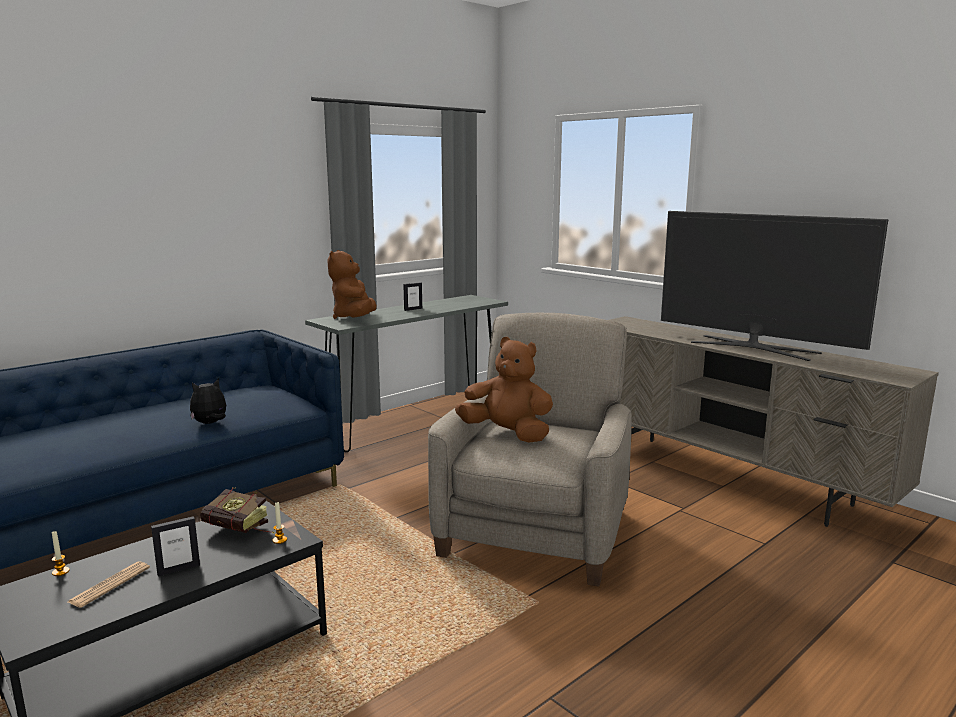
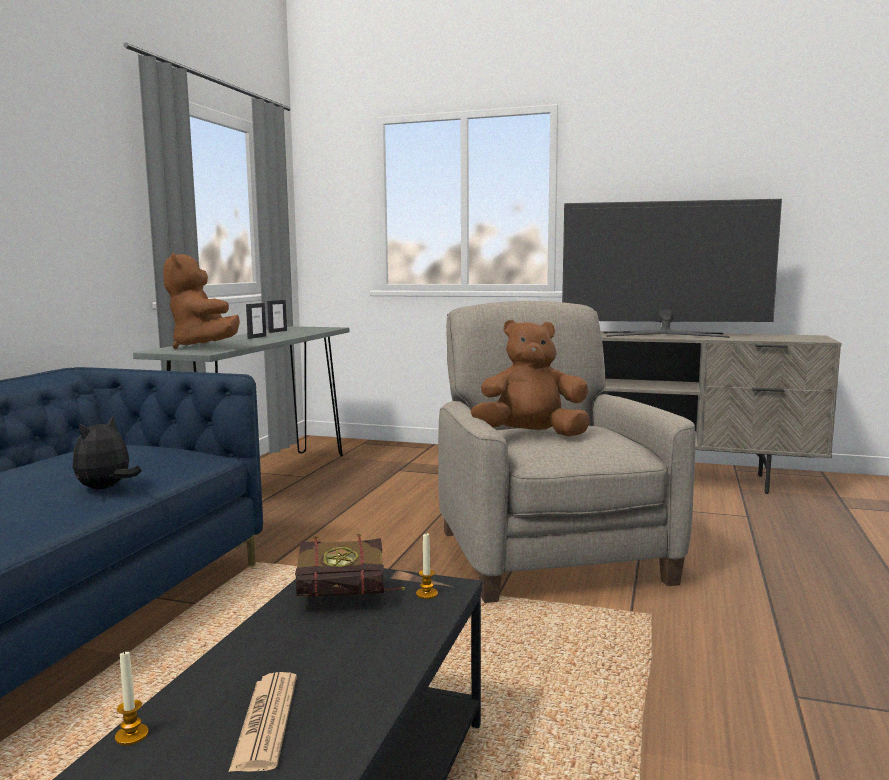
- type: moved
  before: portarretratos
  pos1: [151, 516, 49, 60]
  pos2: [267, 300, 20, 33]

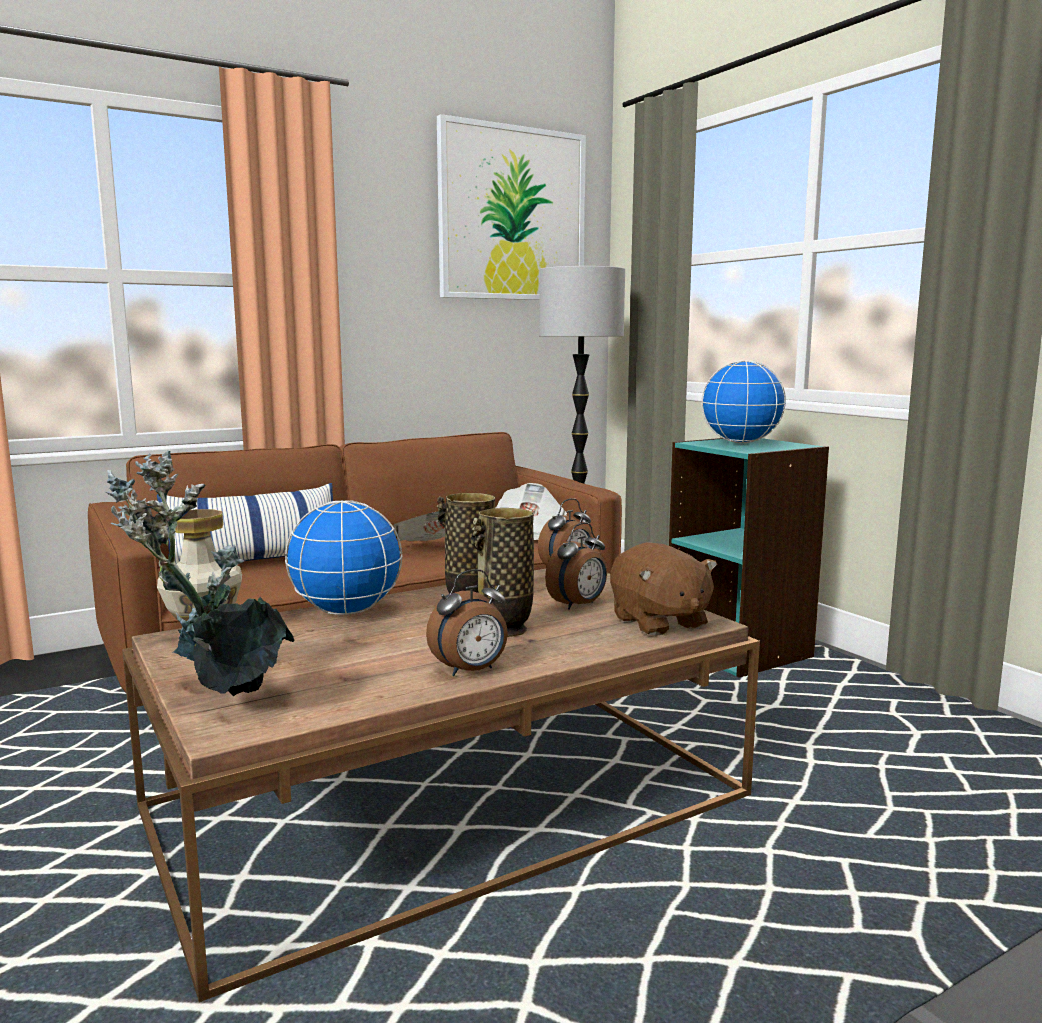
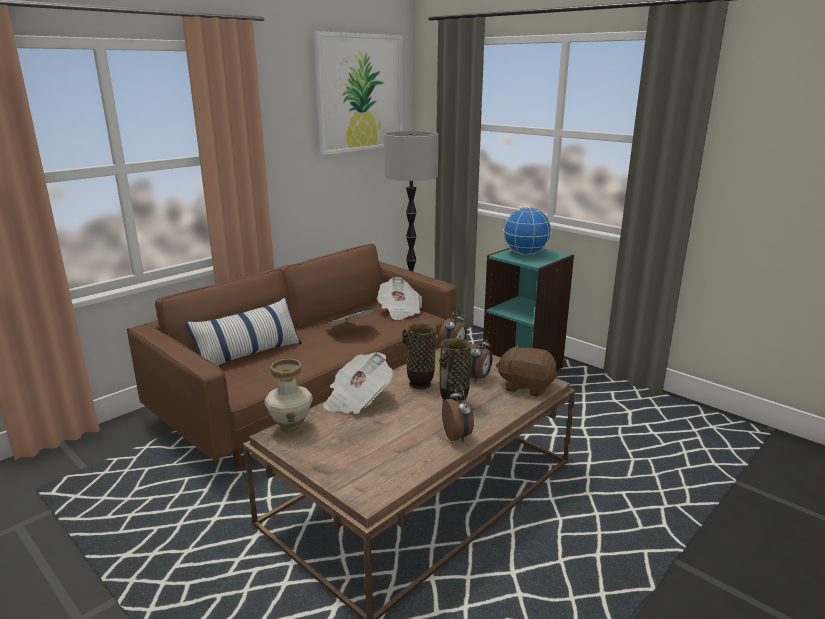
- type: removed
  before: planta en maceta
  pos1: [105, 451, 189, 245]
- type: replaced
  before: globo terráqueo
  after: periódico
  pos1: [285, 500, 117, 115]
  pos2: [323, 352, 70, 62]
- type: turned
  before: despertador
  pos1: [426, 569, 82, 107]
  pos2: [442, 386, 32, 56]
  turn: -60
- type: turned
  before: peluche [marrón]
  pos1: [610, 542, 107, 94]
  pos2: [496, 344, 61, 53]
  turn: 150

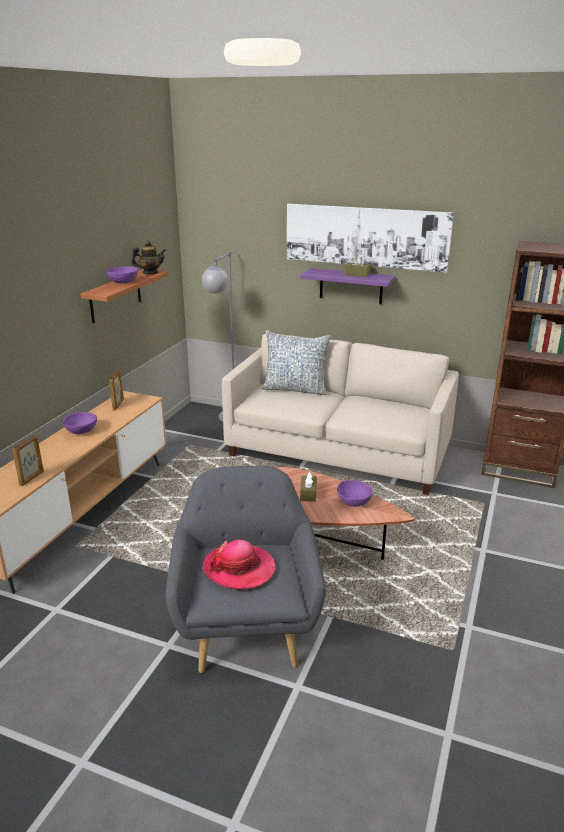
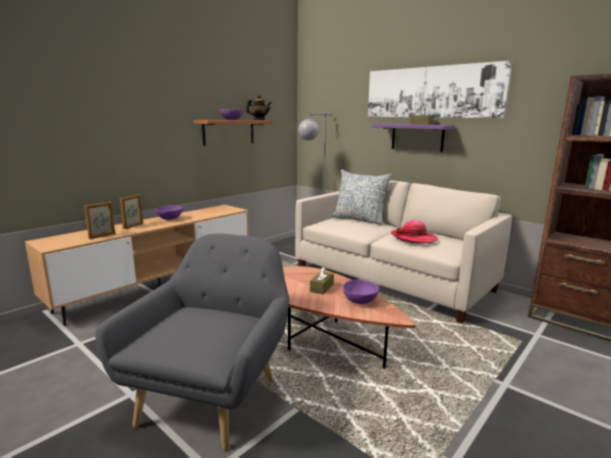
- type: moved
  before: portarretratos
  pos1: [109, 370, 15, 40]
  pos2: [120, 194, 23, 35]
- type: moved
  before: sombrero
  pos1: [202, 540, 73, 50]
  pos2: [391, 220, 47, 23]

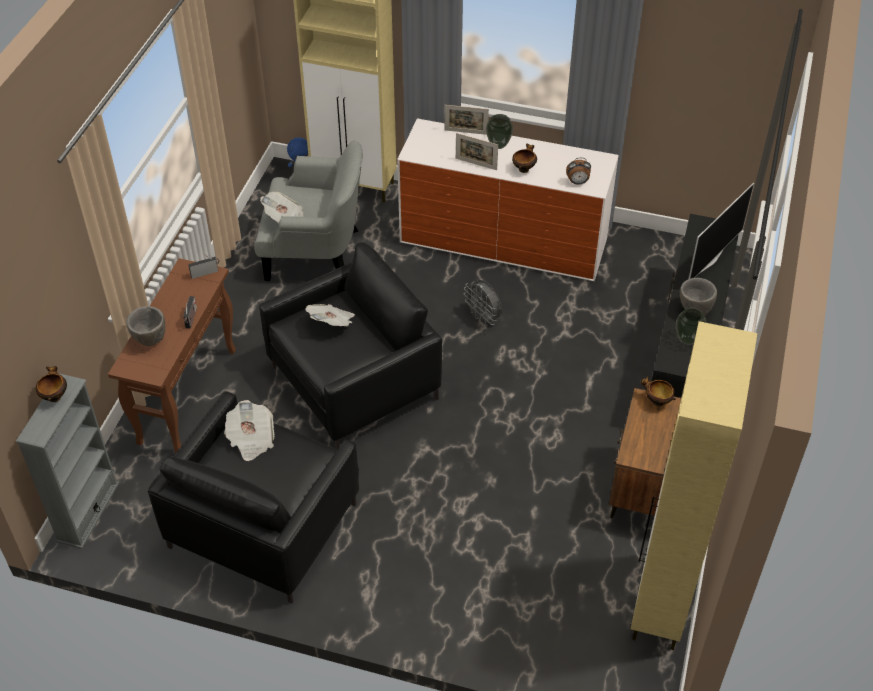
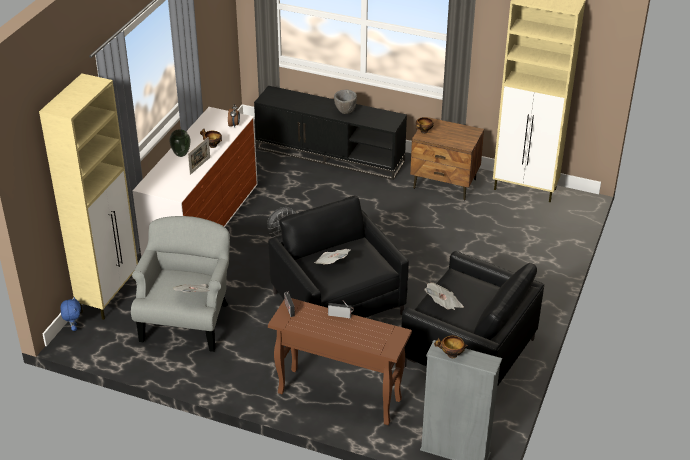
- type: removed
  before: cuenco [gris]
  pos1: [126, 306, 39, 40]
- type: removed
  before: portarretratos
  pos1: [444, 105, 45, 30]
- type: removed
  before: florero
  pos1: [676, 308, 30, 37]
- type: removed
  before: televisor
  pos1: [689, 182, 65, 97]

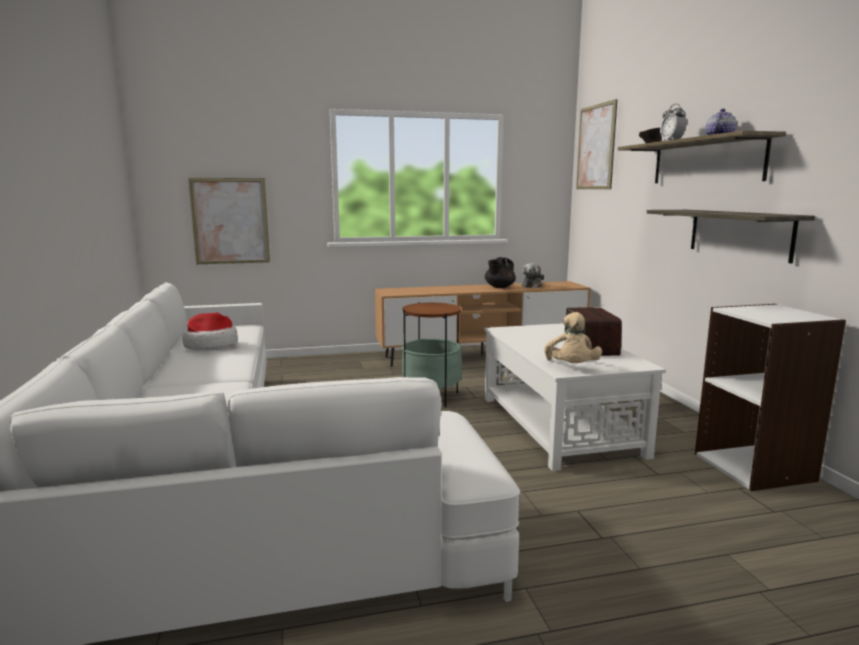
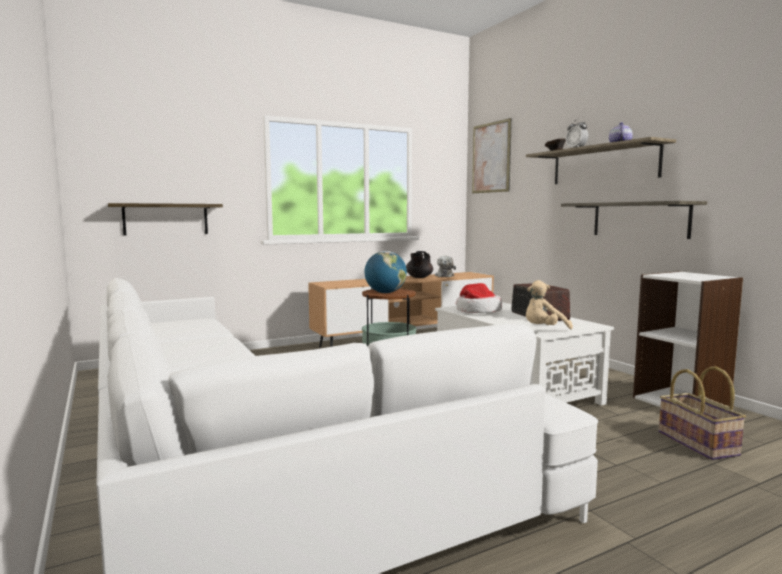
- type: moved
  before: sombrero
  pos1: [182, 312, 56, 37]
  pos2: [456, 283, 46, 30]
- type: replaced
  before: cuadro
  after: estante
  pos1: [188, 178, 82, 86]
  pos2: [108, 203, 115, 33]
- type: turned
  before: peluche [beis]
  pos1: [544, 312, 58, 51]
  pos2: [526, 280, 47, 49]
  turn: 75
- type: added
  after: globo terráqueo
  pos2: [364, 251, 43, 42]
- type: added
  after: cesta
  pos2: [659, 366, 87, 94]

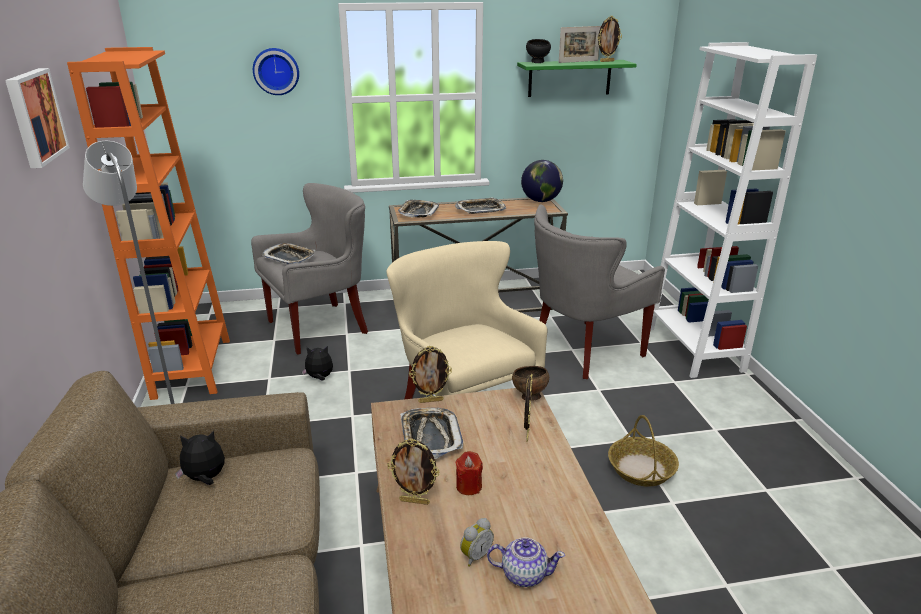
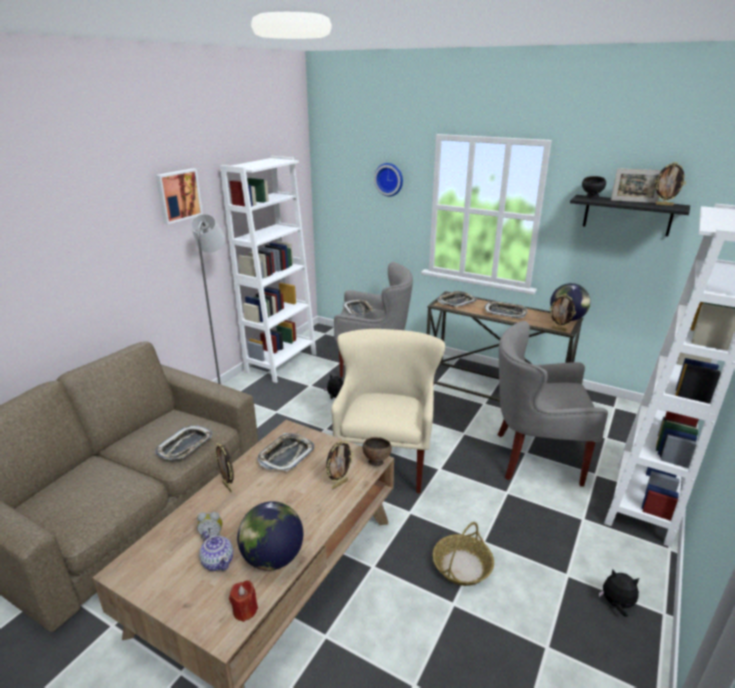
- type: recoloured
  before: estantería [naranja]
  after: estantería [blanco]
  pos1: [67, 47, 163, 353]
  pos2: [220, 156, 96, 227]
- type: moved
  before: peluche
  pos1: [175, 431, 50, 54]
  pos2: [599, 570, 40, 47]
- type: moved
  before: portarretratos
  pos1: [409, 346, 43, 57]
  pos2: [549, 294, 27, 37]
- type: moved
  before: vela [rojo]
  pos1: [456, 451, 27, 44]
  pos2: [229, 580, 29, 42]
- type: recoloured
  before: estante [verde]
  after: estante [negro]
  pos1: [517, 60, 120, 37]
  pos2: [570, 195, 120, 41]
- type: added
  after: bandeja
  pos2: [155, 425, 58, 35]
- type: added
  after: globo terráqueo
  pos2: [237, 501, 66, 70]

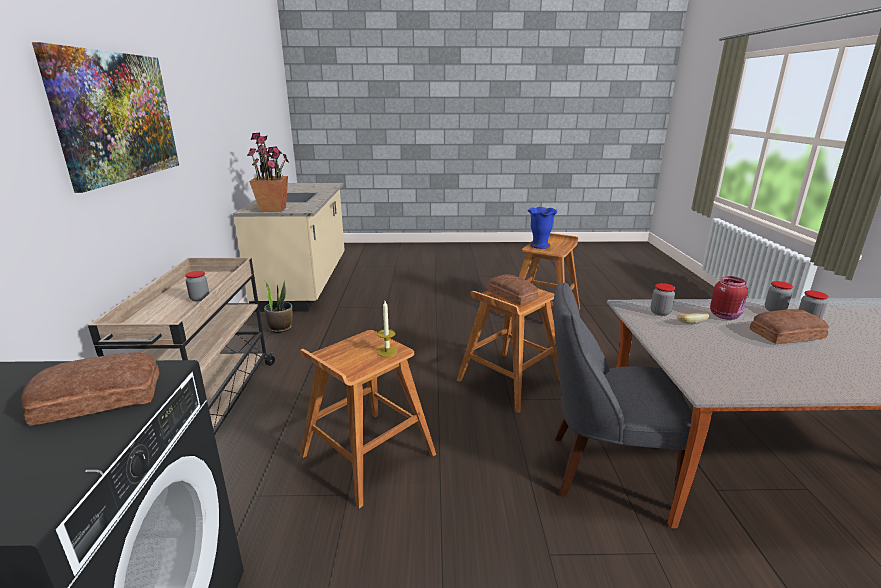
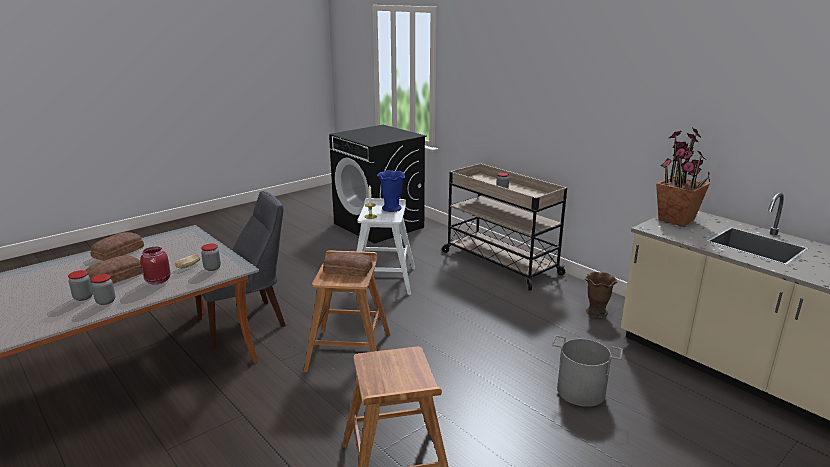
- type: moved
  before: pan
  pos1: [21, 352, 139, 74]
  pos2: [90, 232, 54, 29]
- type: removed
  before: cuadro
  pos1: [32, 42, 147, 151]
- type: replaced
  before: planta en maceta
  after: florero [marrón]
  pos1: [264, 281, 28, 52]
  pos2: [585, 272, 33, 46]
- type: recoloured
  before: taburete [marrón]
  after: taburete [blanco]
  pos1: [300, 330, 136, 178]
  pos2: [349, 198, 66, 97]
- type: moved
  before: florero [azul]
  pos1: [528, 207, 29, 42]
  pos2: [377, 170, 28, 42]
- type: added
  after: cubo [gris]
  pos2: [552, 335, 71, 72]

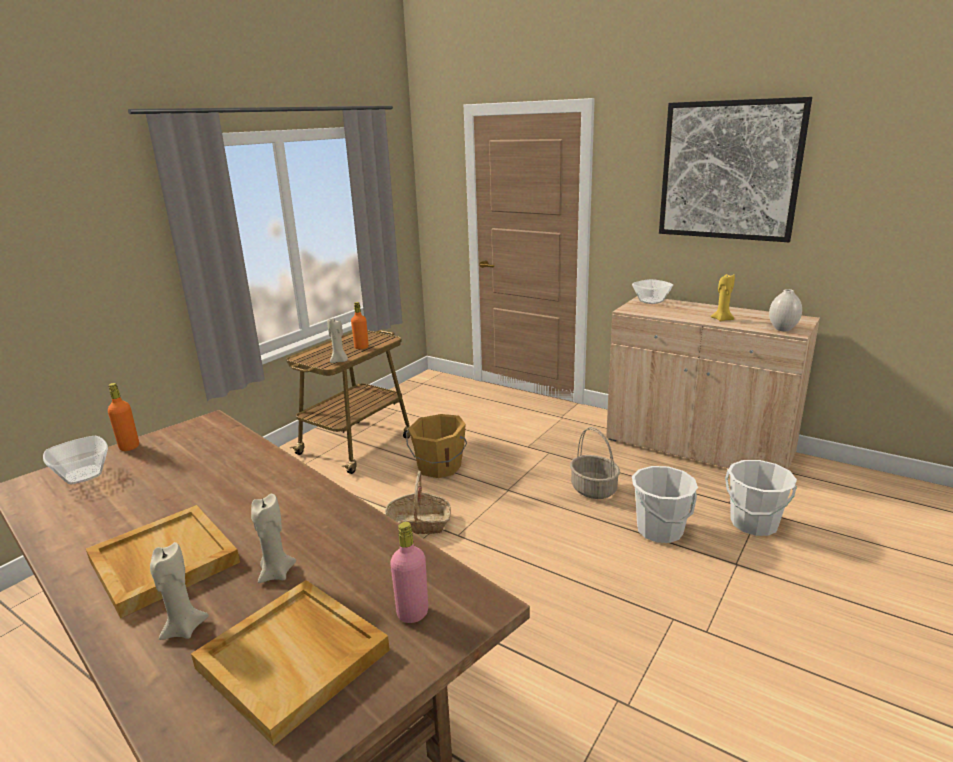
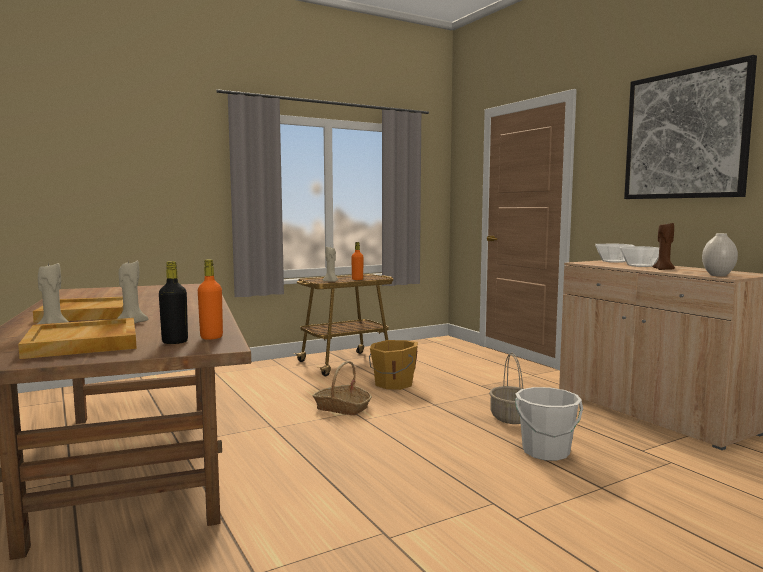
- type: moved
  before: cuenco
  pos1: [43, 436, 65, 49]
  pos2: [620, 246, 39, 21]
- type: moved
  before: botella [naranja]
  pos1: [108, 383, 31, 68]
  pos2: [198, 259, 25, 80]
- type: recoloured
  before: botella [rosa]
  after: botella [negro]
  pos1: [390, 522, 38, 101]
  pos2: [159, 261, 29, 83]
- type: recoloured
  before: vela [amarillo]
  after: vela [marrón]
  pos1: [710, 273, 25, 49]
  pos2: [652, 222, 23, 48]
- type: removed
  before: cubo [blanco]
  pos1: [725, 460, 72, 76]

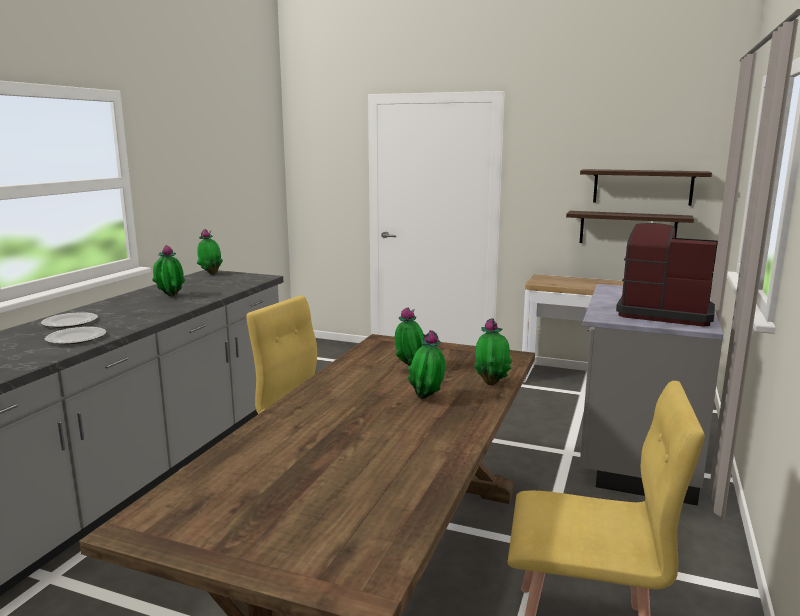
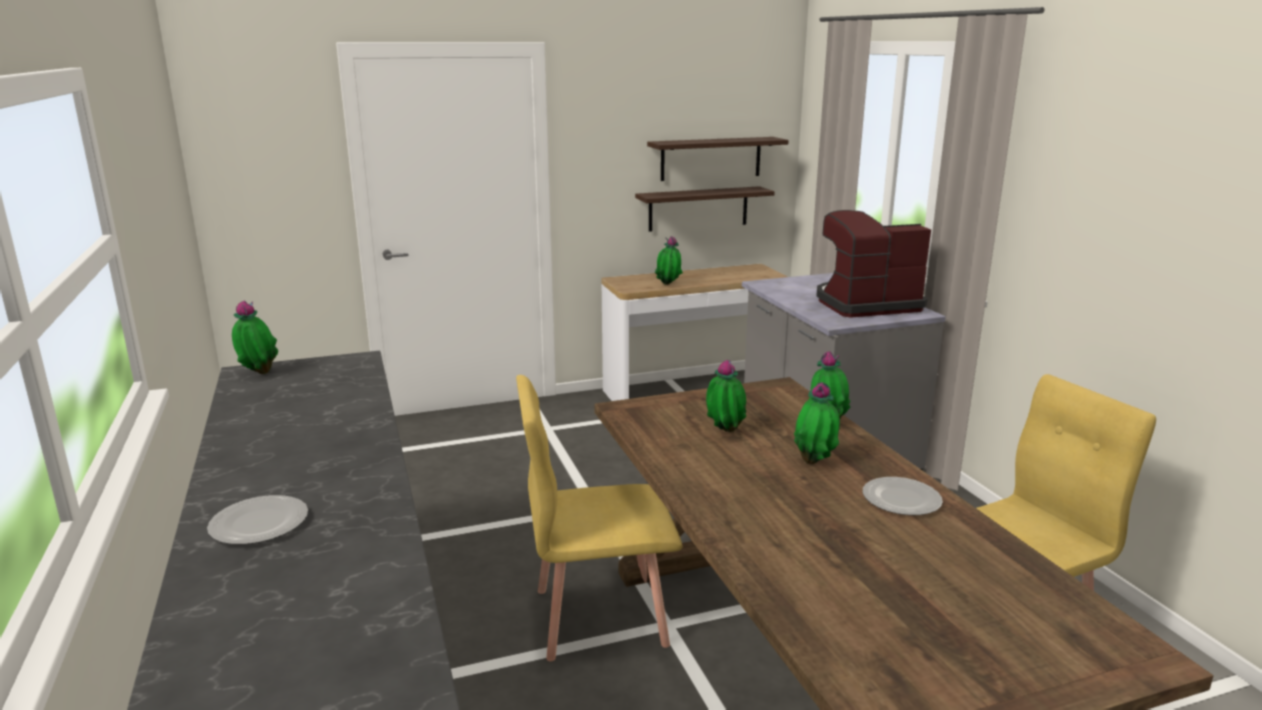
- type: moved
  before: plato
  pos1: [45, 327, 61, 17]
  pos2: [863, 477, 80, 38]
- type: moved
  before: planta en maceta
  pos1: [152, 245, 33, 51]
  pos2: [655, 236, 28, 49]

